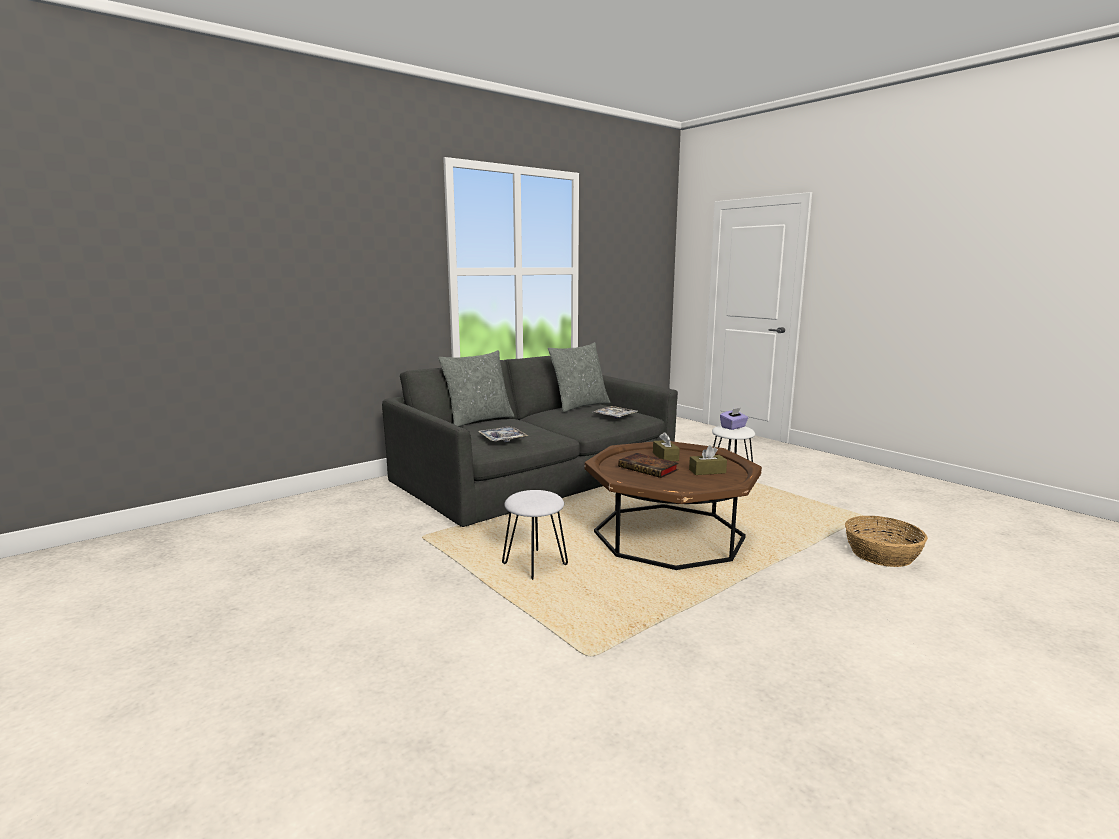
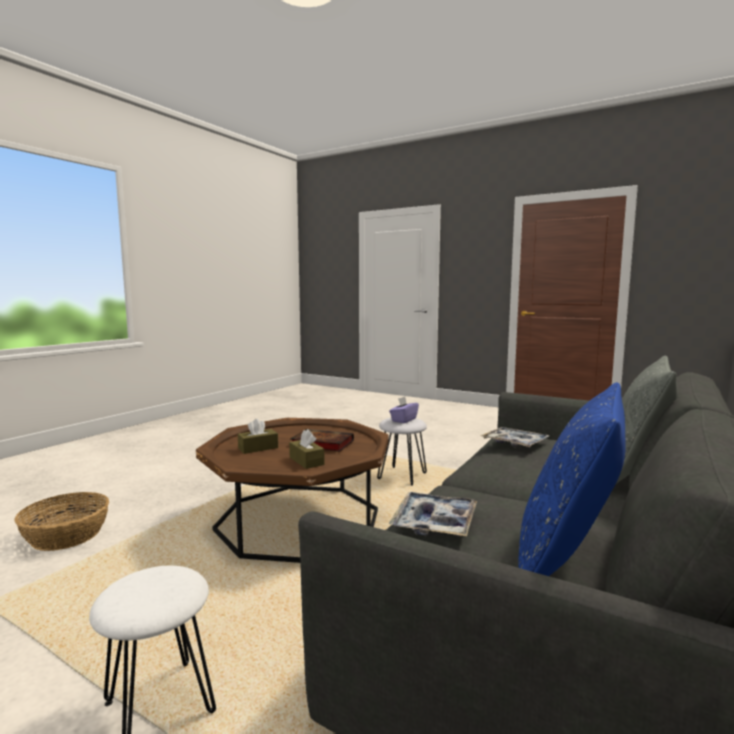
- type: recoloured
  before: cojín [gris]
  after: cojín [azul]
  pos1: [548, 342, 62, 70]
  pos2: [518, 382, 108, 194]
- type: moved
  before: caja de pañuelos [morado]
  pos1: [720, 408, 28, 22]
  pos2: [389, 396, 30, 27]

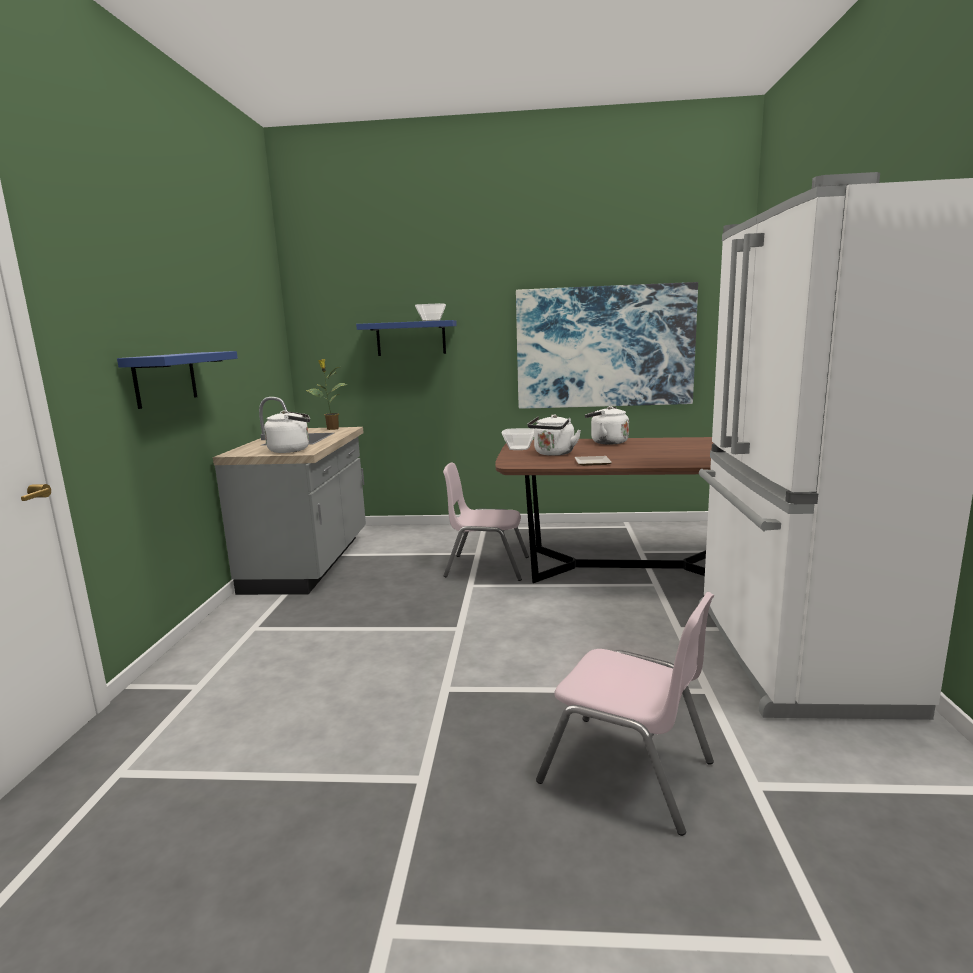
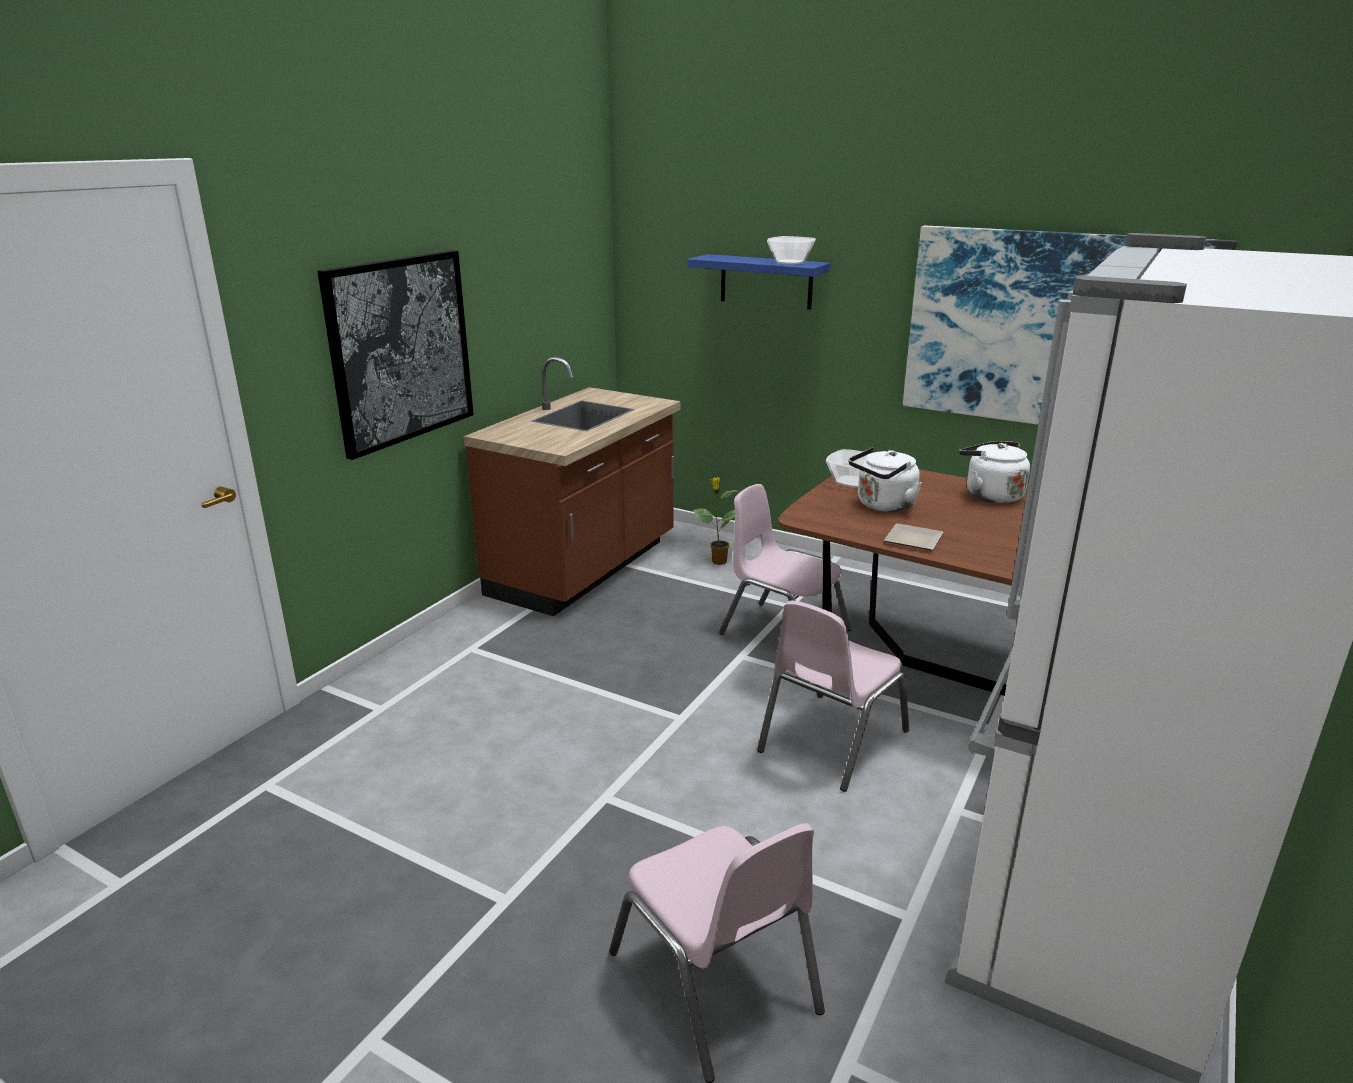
- type: replaced
  before: estante [azul]
  after: cuadro
  pos1: [117, 351, 121, 58]
  pos2: [317, 250, 157, 210]
- type: recoloured
  before: mueble bajo de cocina [gris]
  after: mueble bajo de cocina [marrón]
  pos1: [213, 397, 153, 198]
  pos2: [464, 357, 216, 259]
- type: removed
  before: hervidor [blanco]
  pos1: [264, 410, 46, 43]
- type: moved
  before: planta en maceta
  pos1: [306, 359, 42, 71]
  pos2: [693, 477, 44, 88]
- type: added
  after: silla [rosa]
  pos2: [757, 601, 152, 191]

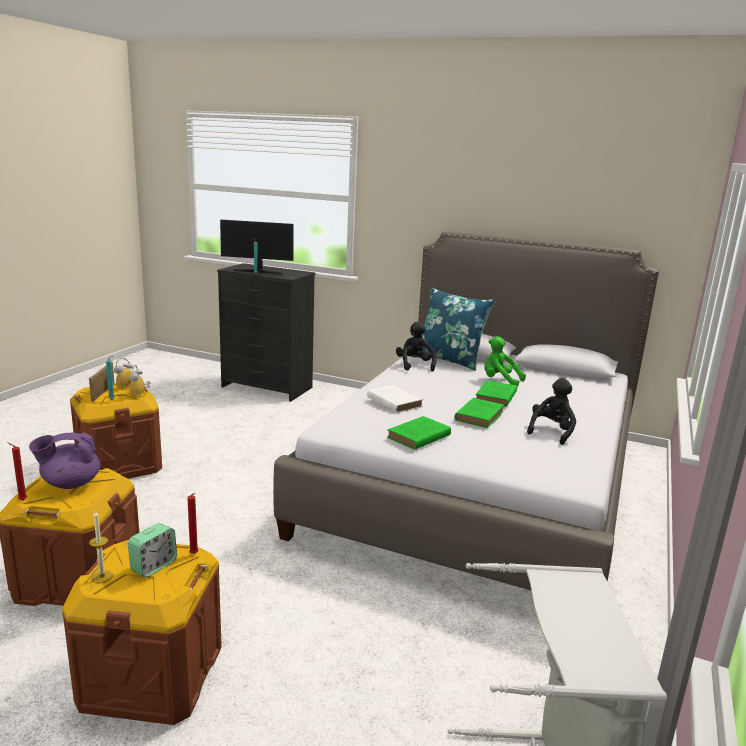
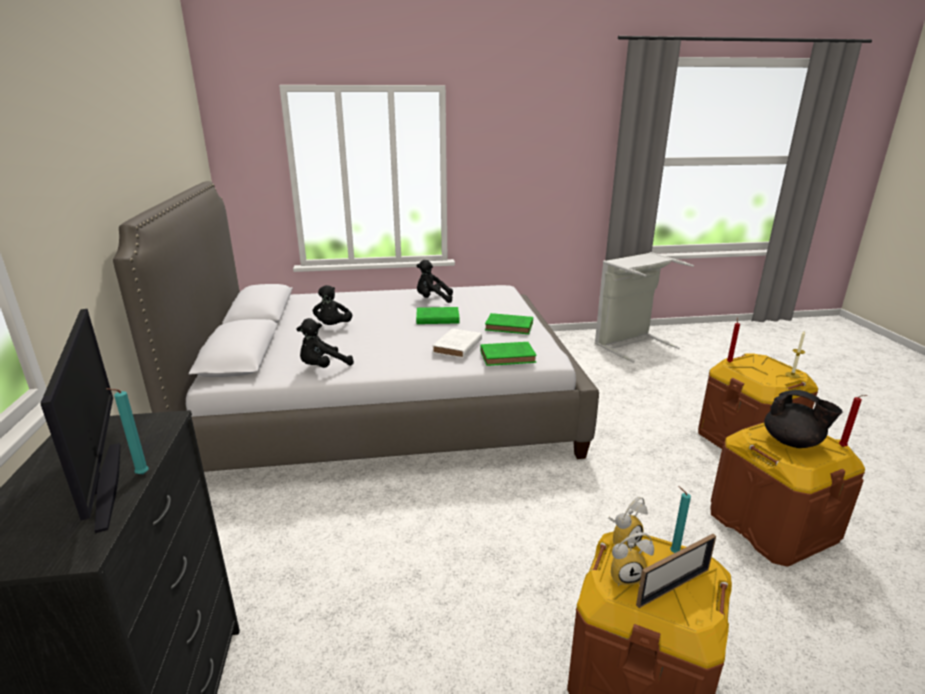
- type: recoloured
  before: tetera [morado]
  after: tetera [negro]
  pos1: [29, 433, 71, 56]
  pos2: [764, 390, 78, 58]
- type: removed
  before: despertador
  pos1: [128, 523, 49, 54]
- type: removed
  before: cojín [azul]
  pos1: [422, 288, 74, 83]
- type: moved
  before: libro [verde]
  pos1: [476, 380, 41, 27]
  pos2: [480, 342, 57, 24]
- type: recoloured
  before: peluche [verde]
  after: peluche [negro]
  pos1: [484, 336, 42, 51]
  pos2: [312, 285, 40, 40]

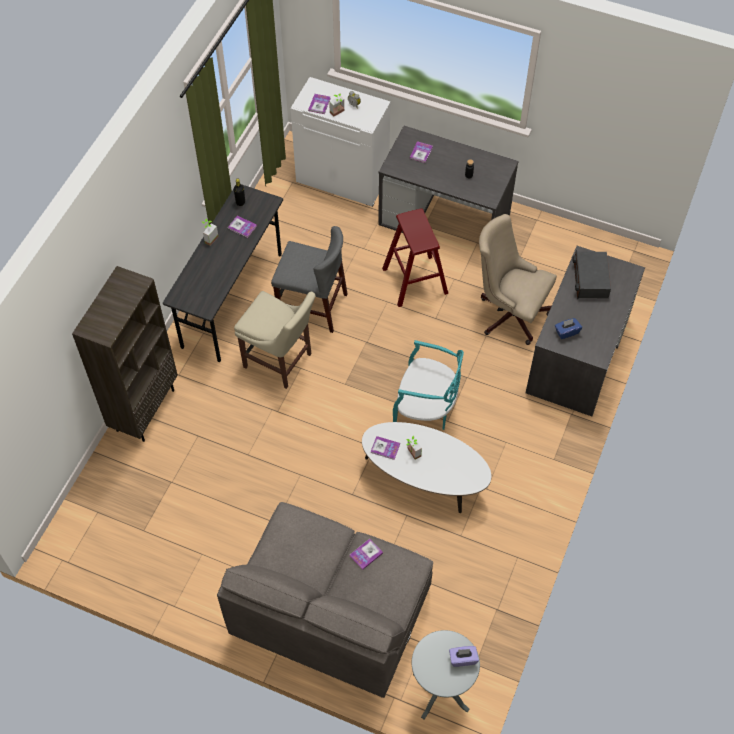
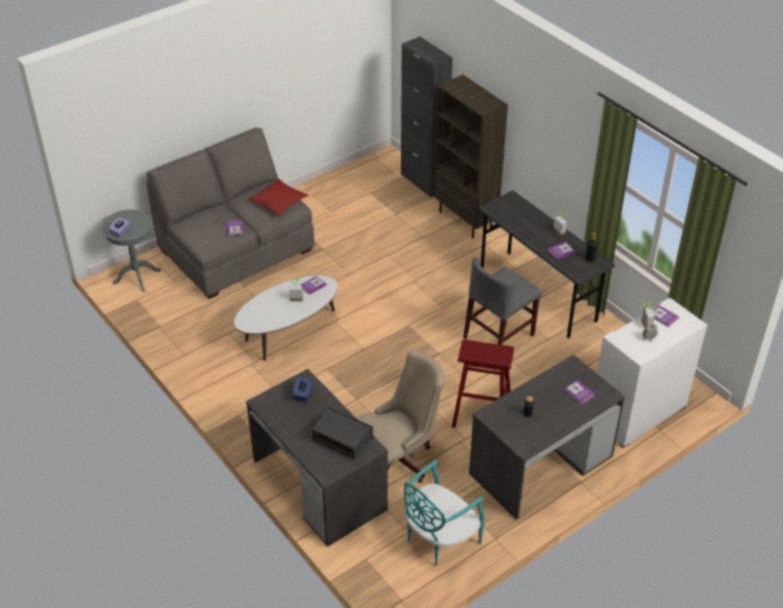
- type: removed
  before: silla [beis]
  pos1: [234, 291, 81, 98]
- type: moved
  before: silla [turquesa]
  pos1: [393, 340, 71, 90]
  pos2: [404, 460, 81, 106]
- type: added
  after: cojín [rojo]
  pos2: [248, 179, 61, 37]
- type: added
  after: armario [negro]
  pos2: [401, 37, 52, 160]

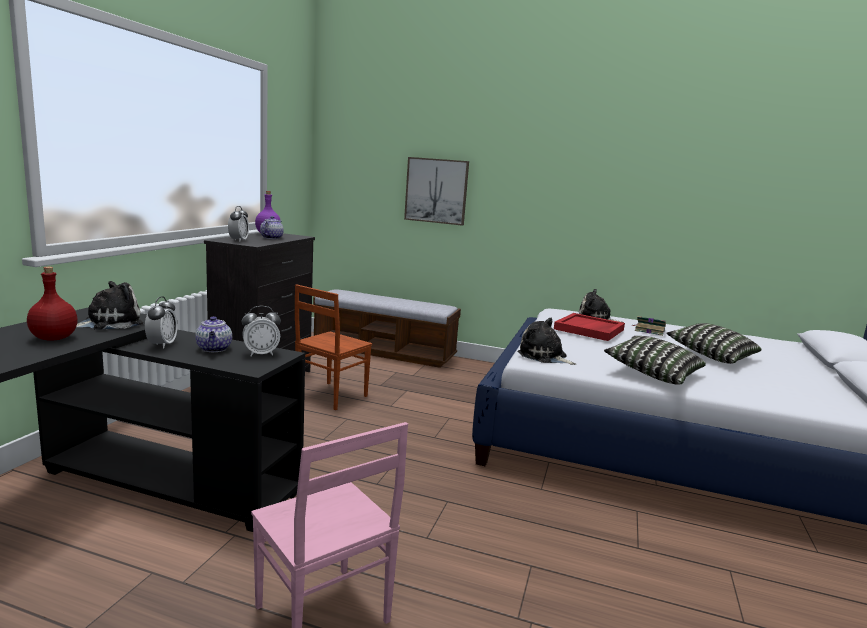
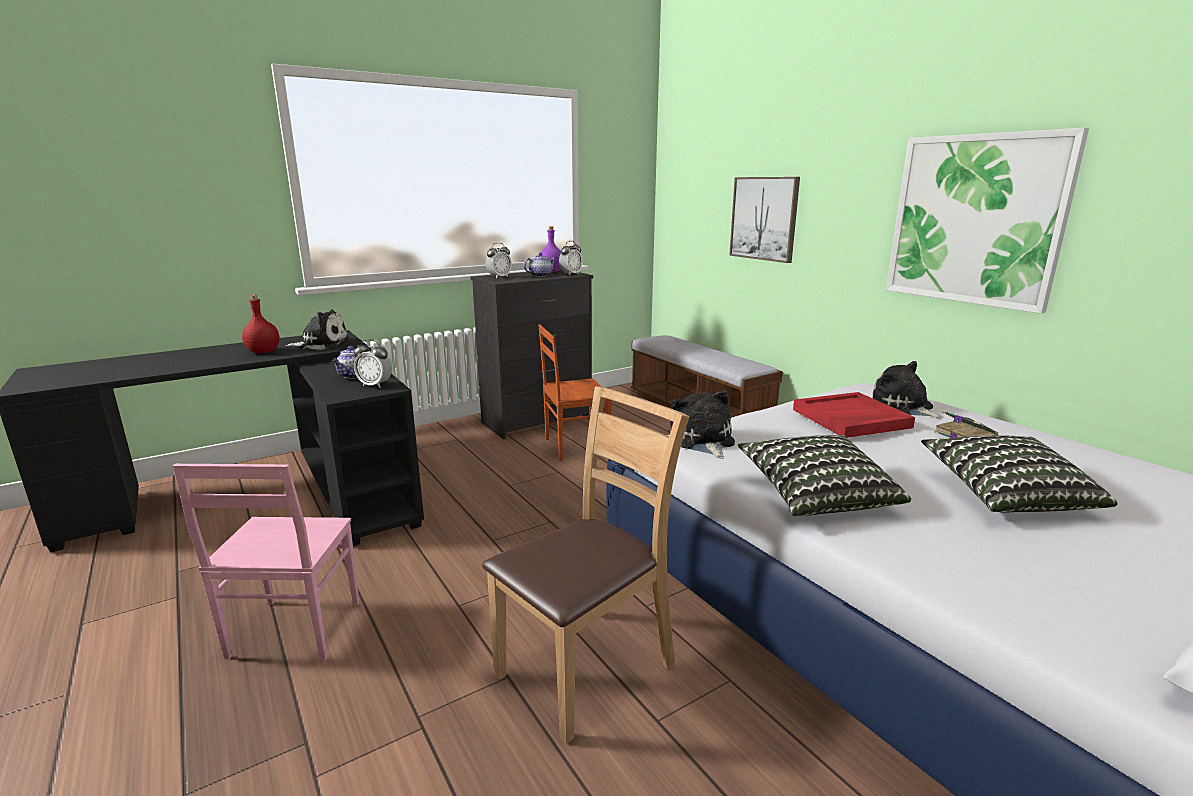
- type: moved
  before: despertador
  pos1: [145, 296, 33, 53]
  pos2: [559, 241, 24, 35]
- type: added
  after: silla [marrón]
  pos2: [482, 386, 207, 358]
- type: added
  after: cuadro
  pos2: [886, 128, 203, 186]

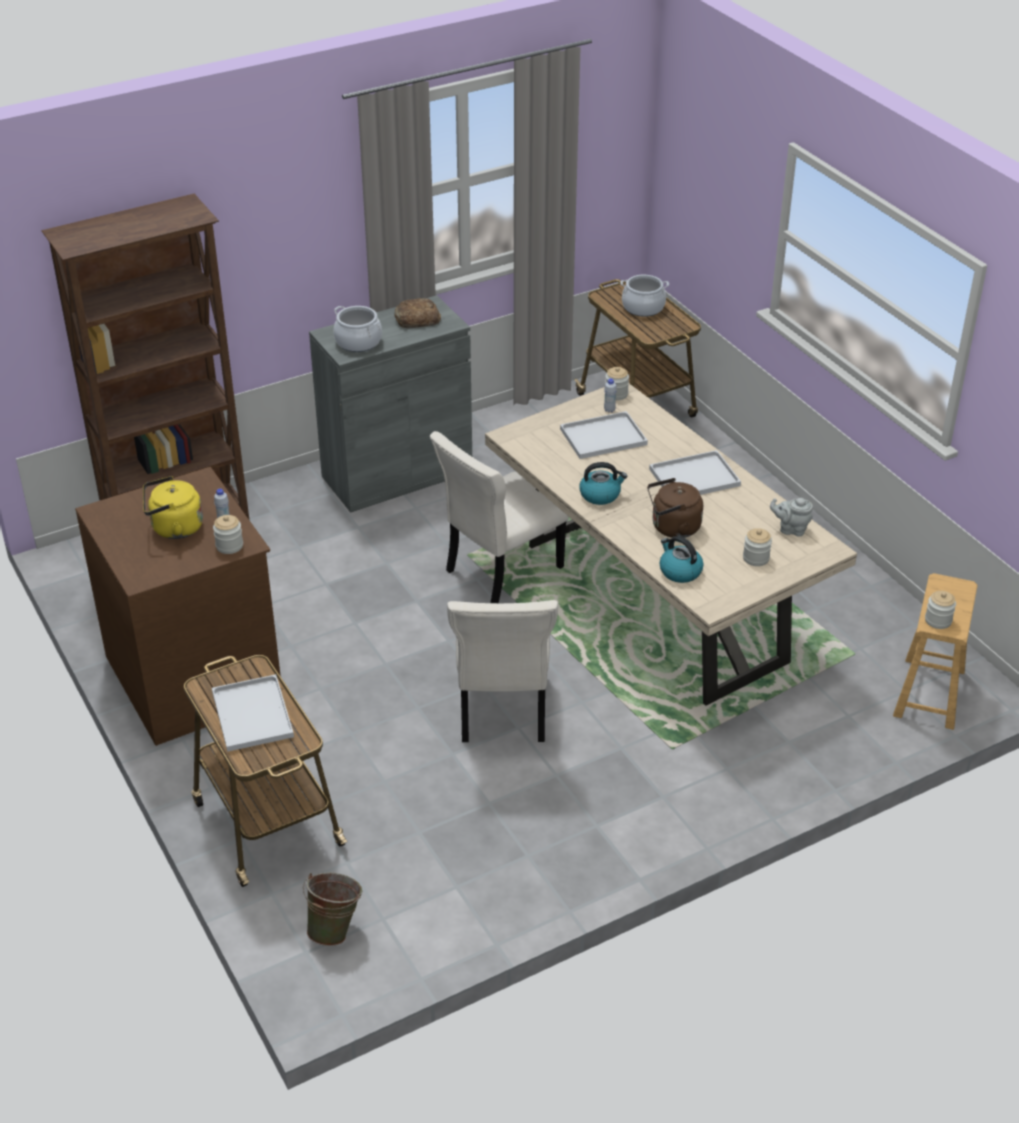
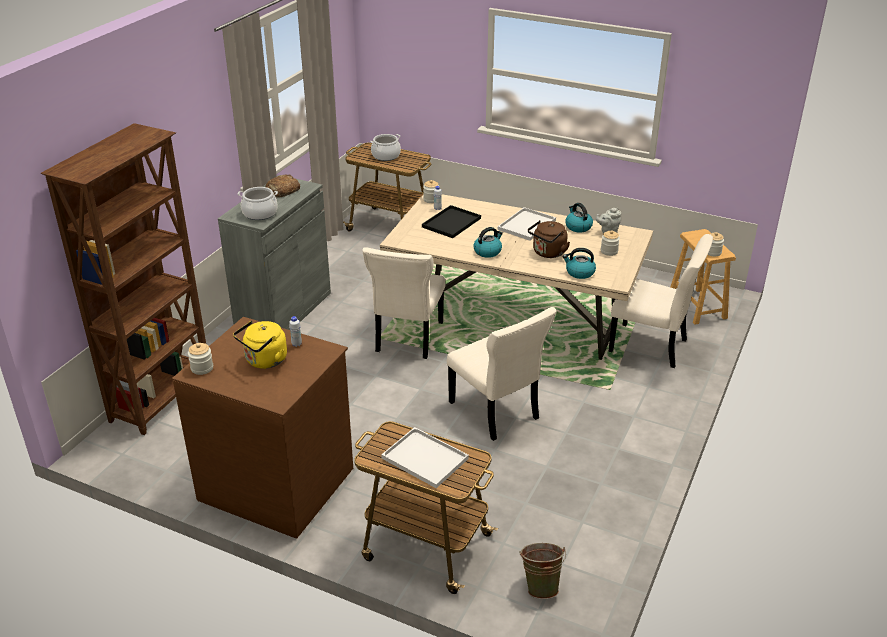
- type: moved
  before: tarro
  pos1: [213, 515, 30, 39]
  pos2: [188, 343, 25, 32]
- type: recoloured
  before: bandeja [blanco]
  after: bandeja [negro]
  pos1: [560, 411, 88, 48]
  pos2: [422, 205, 59, 33]
- type: added
  after: hervidor
  pos2: [565, 203, 28, 30]
- type: added
  after: silla [beis]
  pos2: [609, 234, 104, 134]

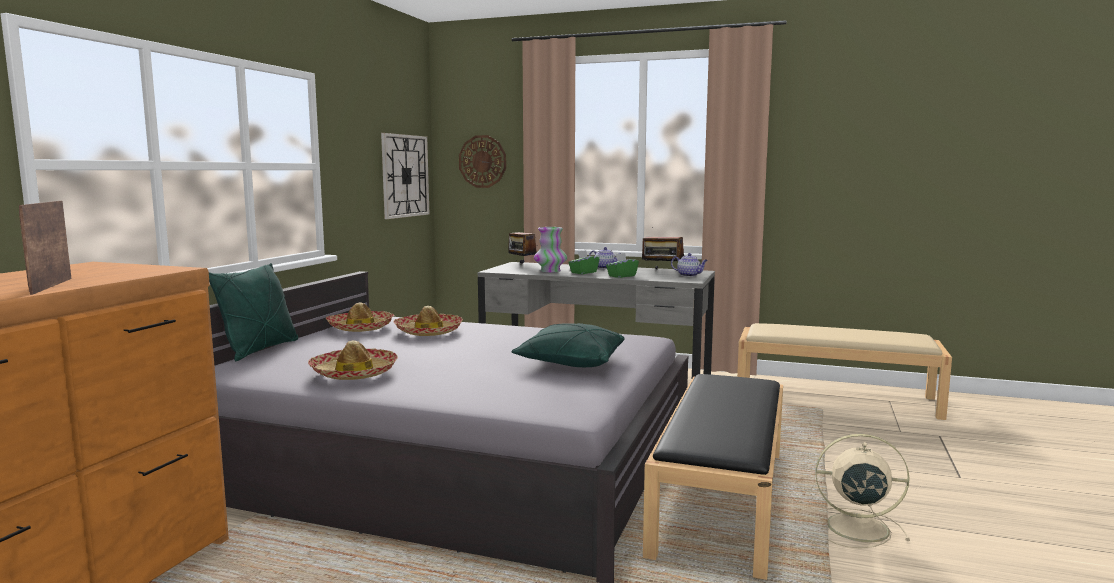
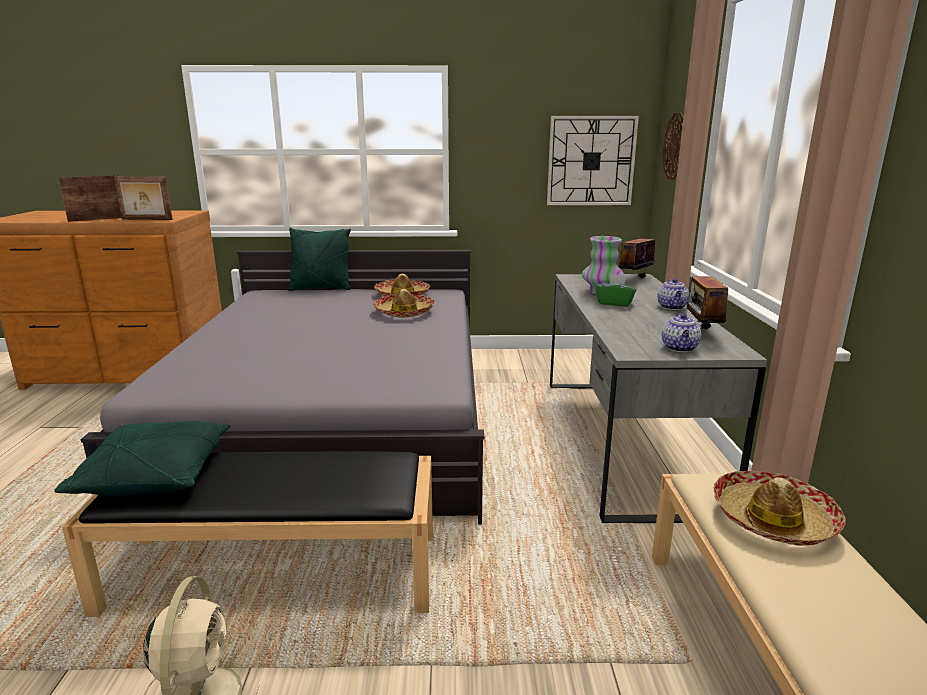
- type: moved
  before: sombrero
  pos1: [308, 341, 90, 39]
  pos2: [713, 471, 133, 75]
- type: moved
  before: cojín [verde]
  pos1: [512, 323, 113, 44]
  pos2: [54, 421, 176, 75]
- type: removed
  before: caja de pañuelos [verde]
  pos1: [606, 253, 33, 25]
- type: added
  after: portarretratos
  pos2: [114, 176, 59, 44]

